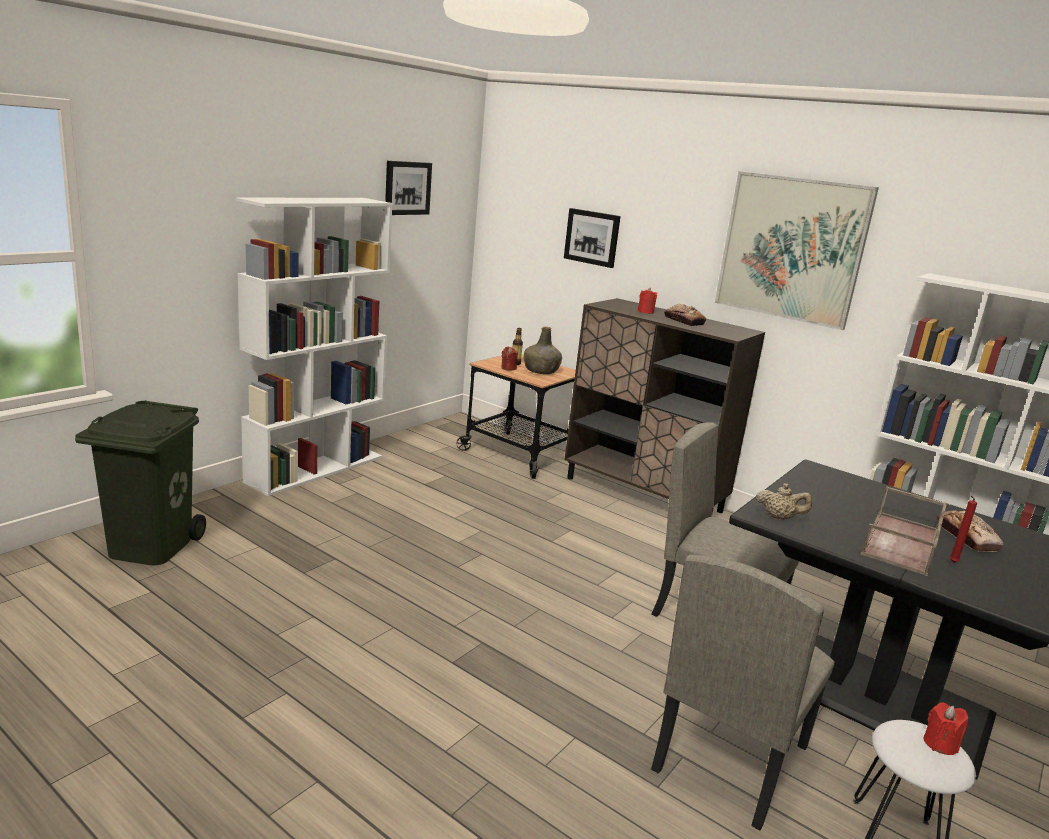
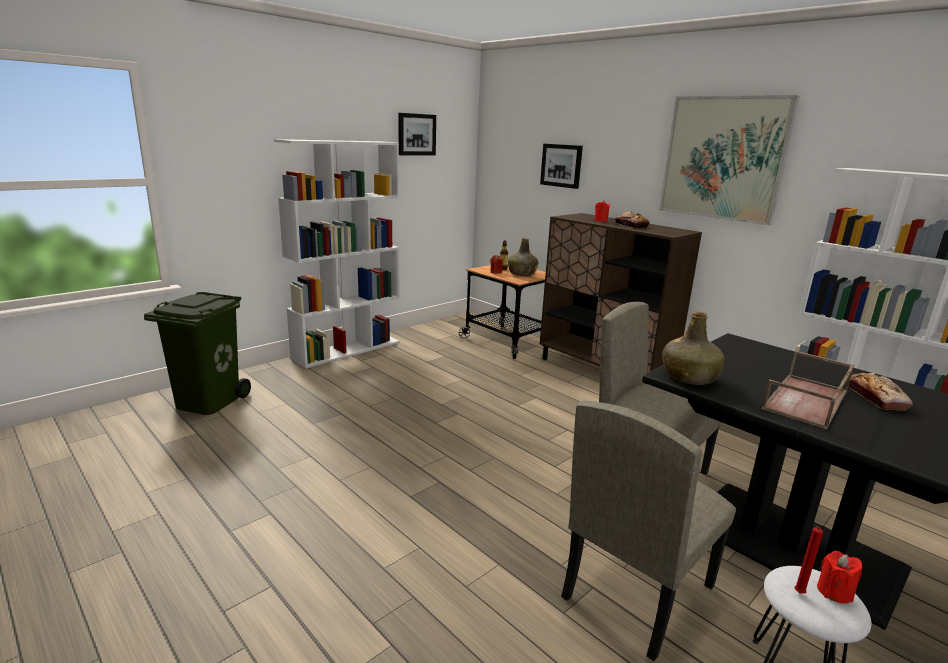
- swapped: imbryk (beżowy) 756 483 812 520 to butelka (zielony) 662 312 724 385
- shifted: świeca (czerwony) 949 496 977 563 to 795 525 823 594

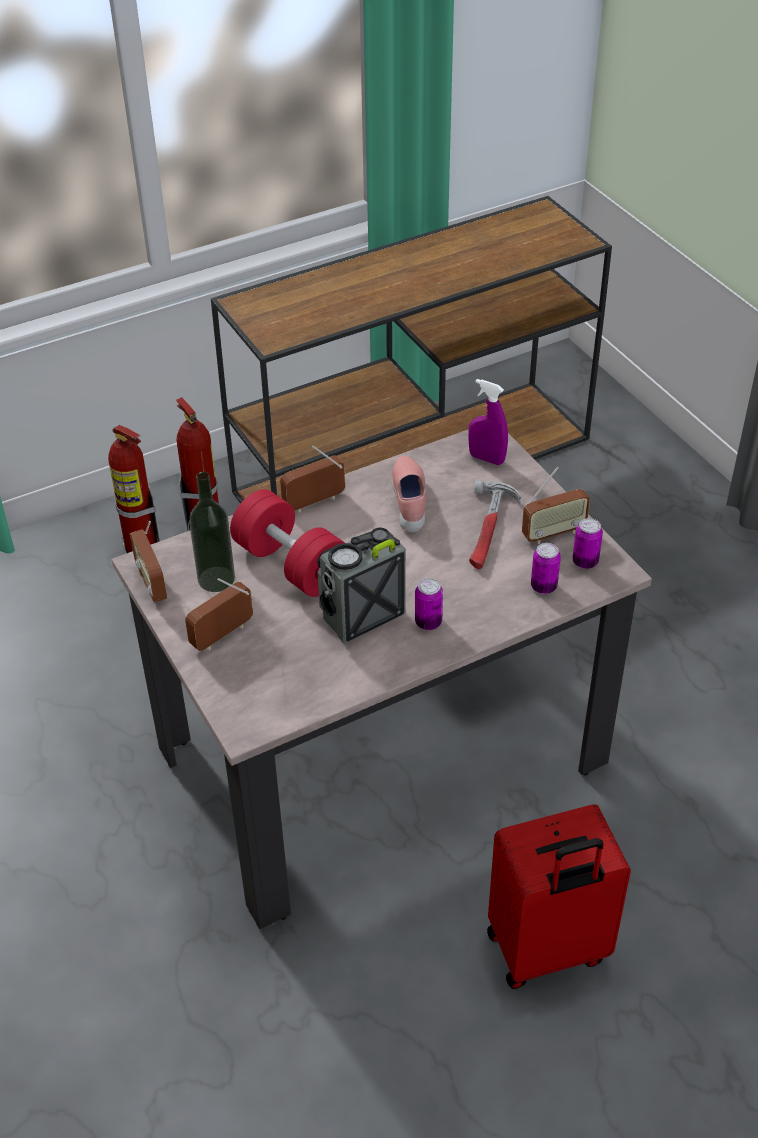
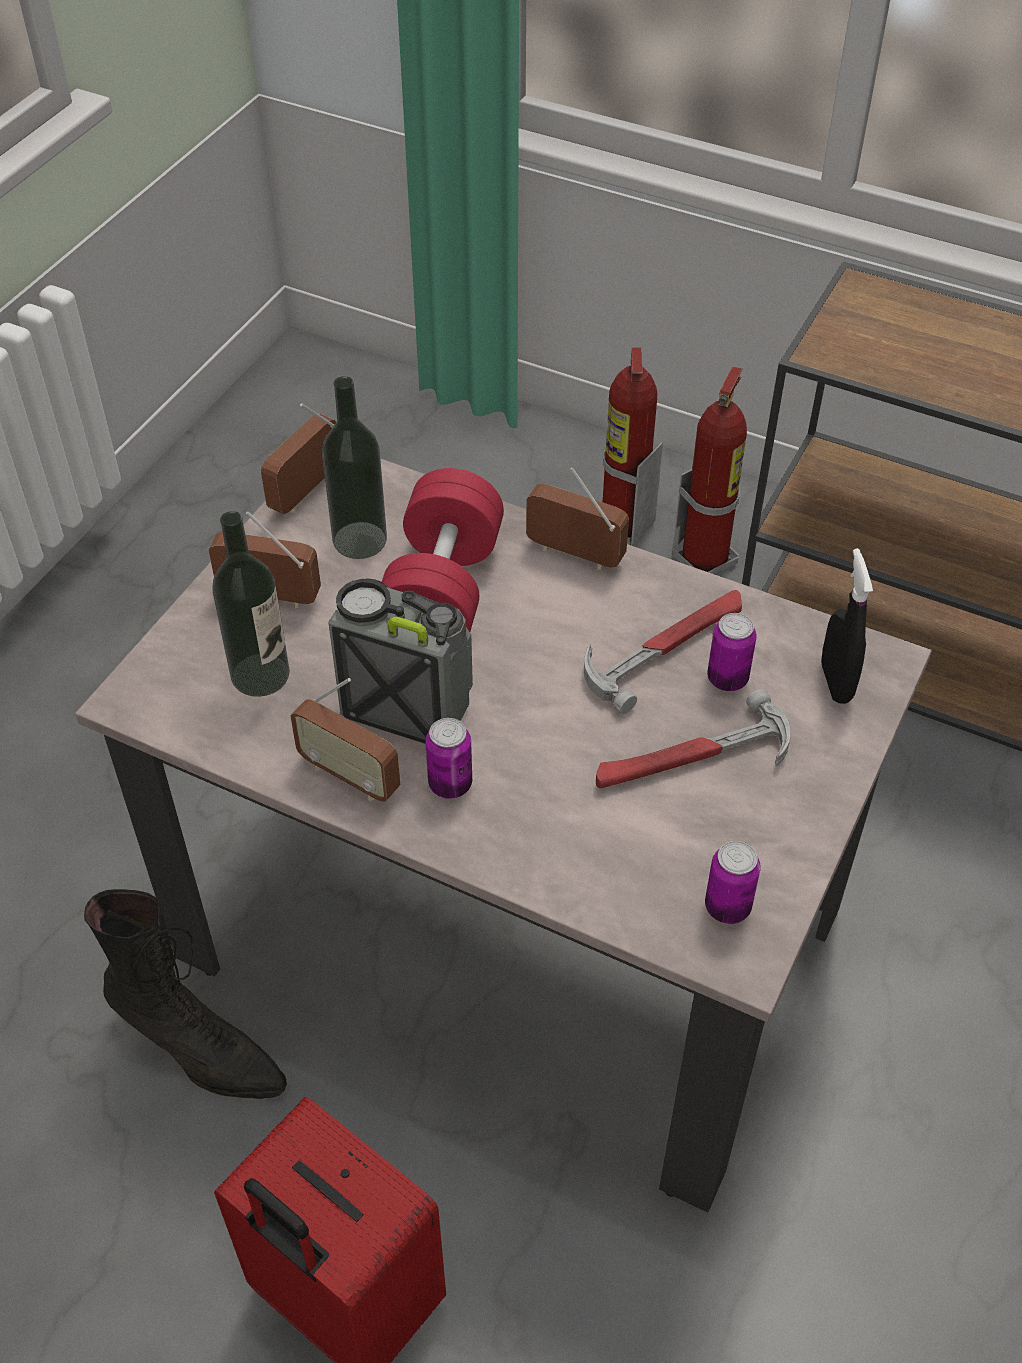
- new: but z cholewką (czarny) 84 889 287 1099
- new: butelka 212 511 290 697
- shifted: radio 522 467 590 544 to 290 678 400 802
- swapped: but (różowy) 392 456 426 532 to młotek 584 590 742 714
- shifted: puszka 531 543 561 594 to 707 613 757 691
- repainted: spryskiwacz (fioletowy) 469 379 508 465 to spryskiwacz (czarny) 821 548 873 704

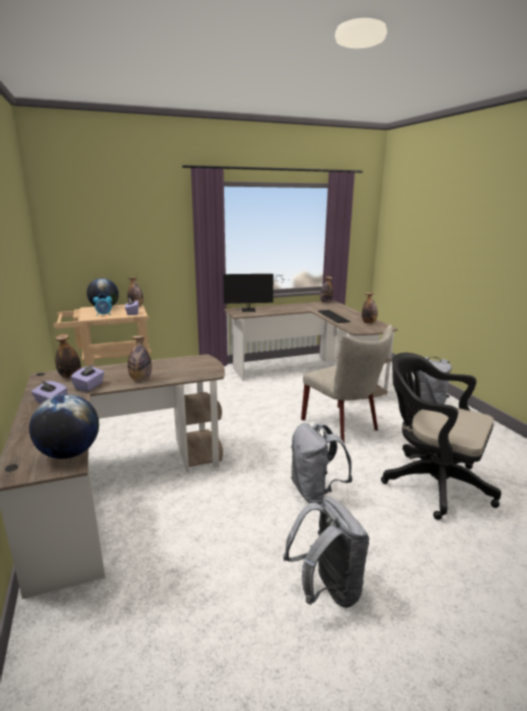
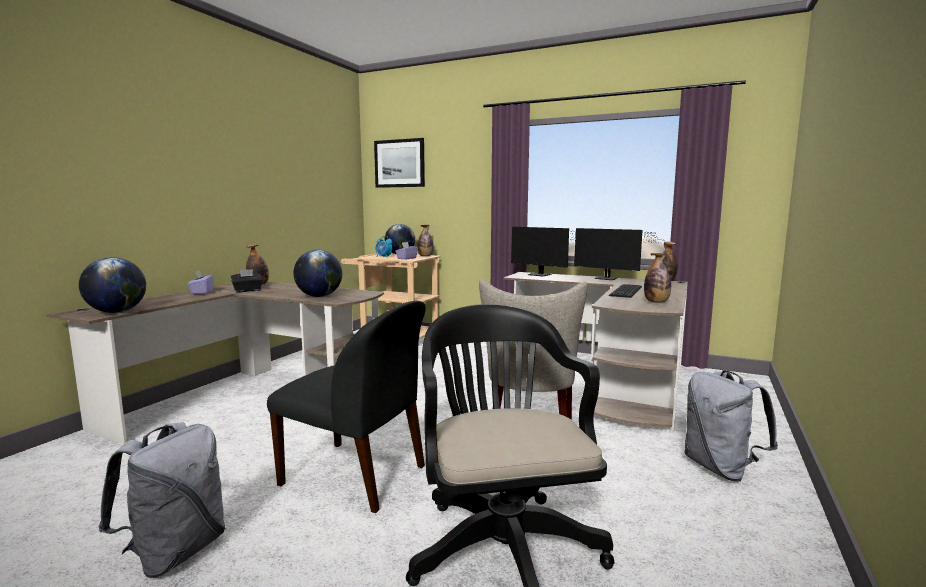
- repainted: pudełko chusteczek (fioletowy) 71 363 105 391 to pudełko chusteczek (czarny) 231 269 263 292
- swapped: plecak (szary) 291 423 352 504 to krzesło (czarny) 267 301 426 513
- new: globus 293 250 342 297
- new: obraz 374 138 425 188
- new: monitor 574 228 660 280
- gone: butelka 128 336 152 381

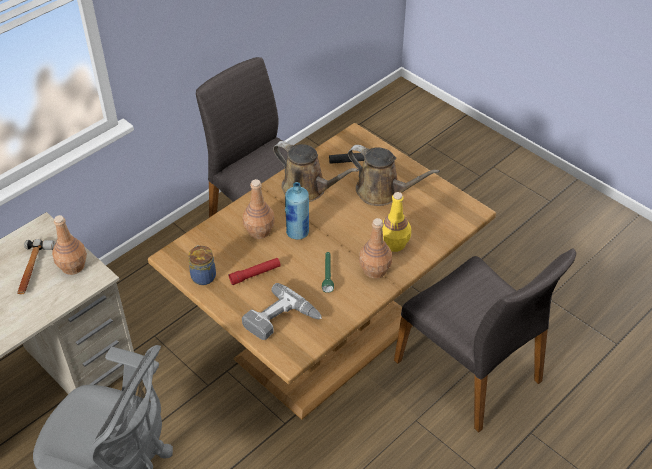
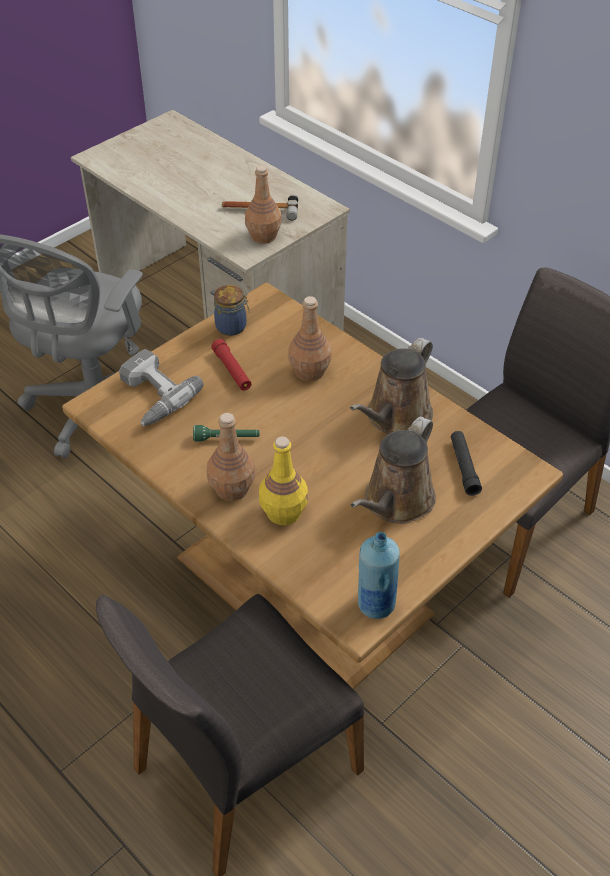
- shifted: butelka (niebieski) 285 182 309 240 to 358 532 400 619

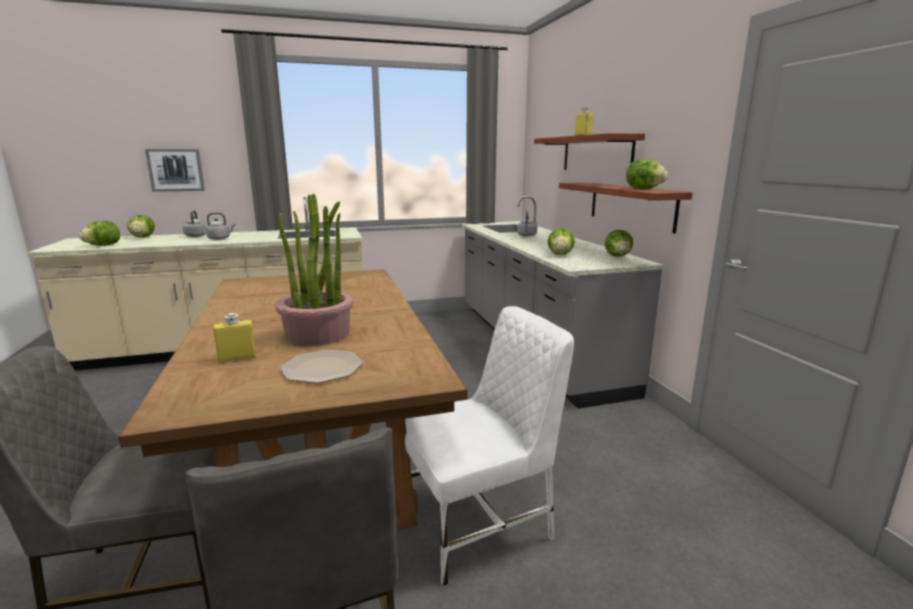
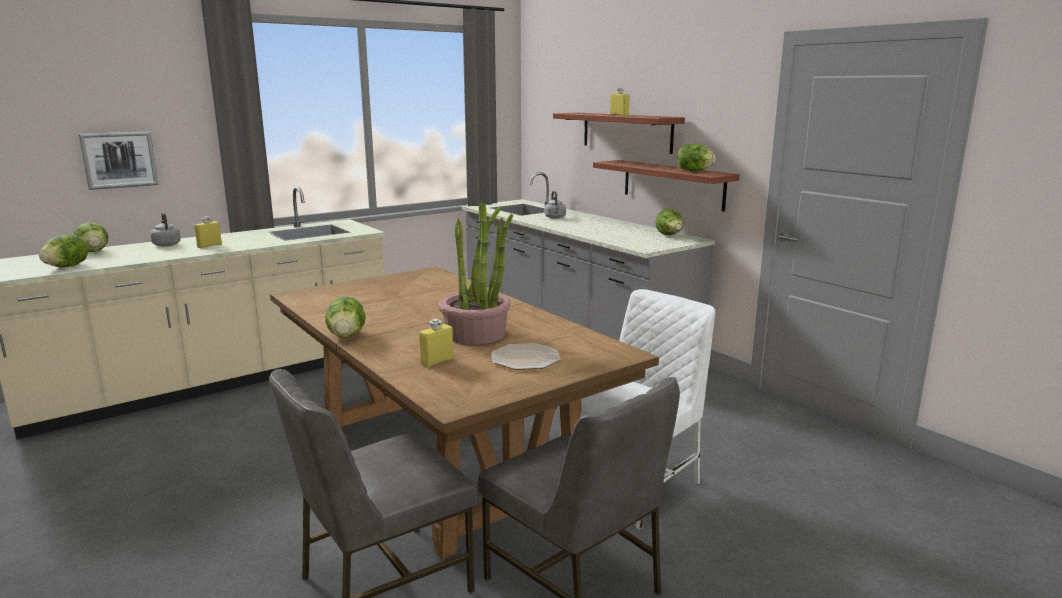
- swapped: czajnik (szary) 206 213 235 240 to butelka (żółty) 194 216 222 248
- shifted: sałata 548 228 575 255 to 325 297 366 338

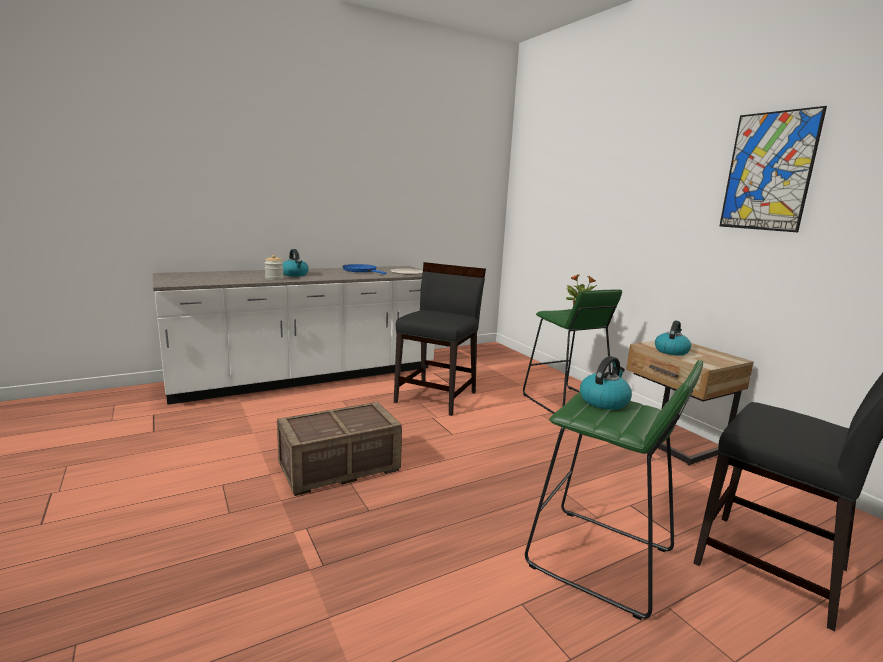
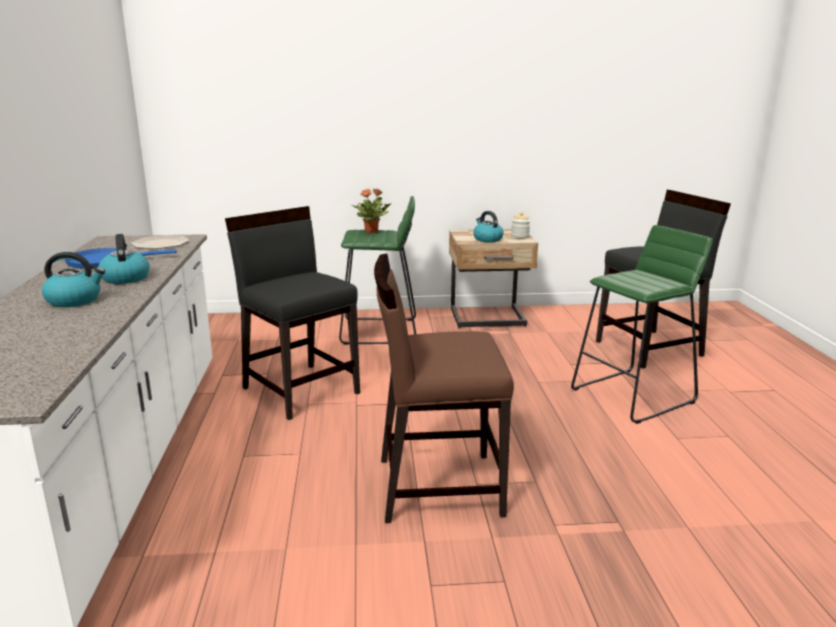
- shifted: czajnik 580 356 632 410 to 98 234 150 284
- swapped: skrzynka 277 402 402 496 to krzesło (brązowy) 374 254 514 523
- shifted: słoik 265 255 284 280 to 511 212 530 238
- gone: obraz 720 106 827 232

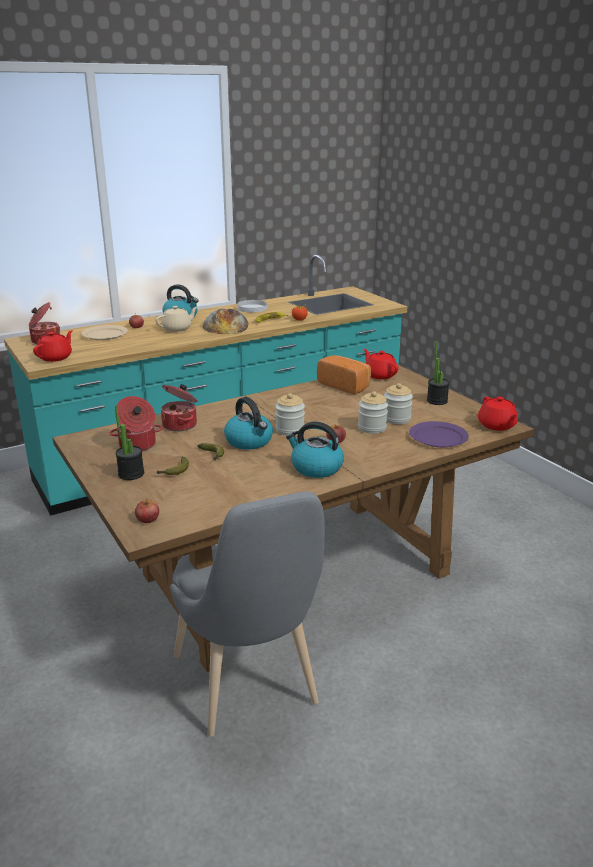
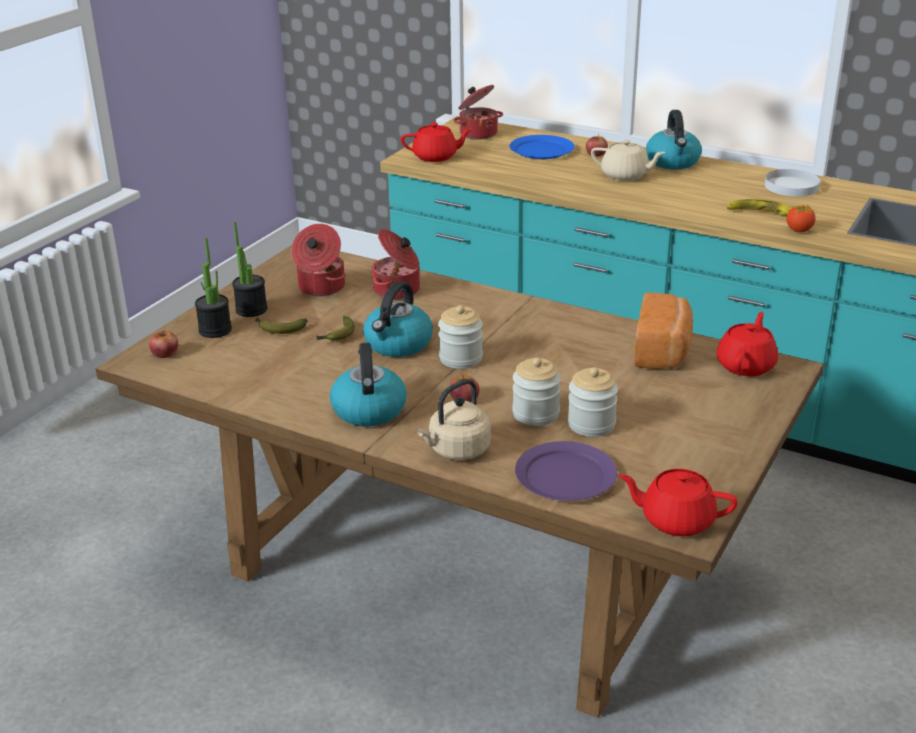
- shifted: roślina doniczkowa 427 341 450 405 to 195 238 232 338
- new: czajnik (beżowy) 417 379 491 460
- repainted: talerz (beżowy) 81 325 128 340 to talerz (niebieski) 509 135 575 159
- rotated: imbryk (czerwony) 478 397 518 431 = 618 469 738 537 60 degrees clockwise
- gone: krzesło (szary) 170 491 325 737
- gone: chleb 203 309 249 334

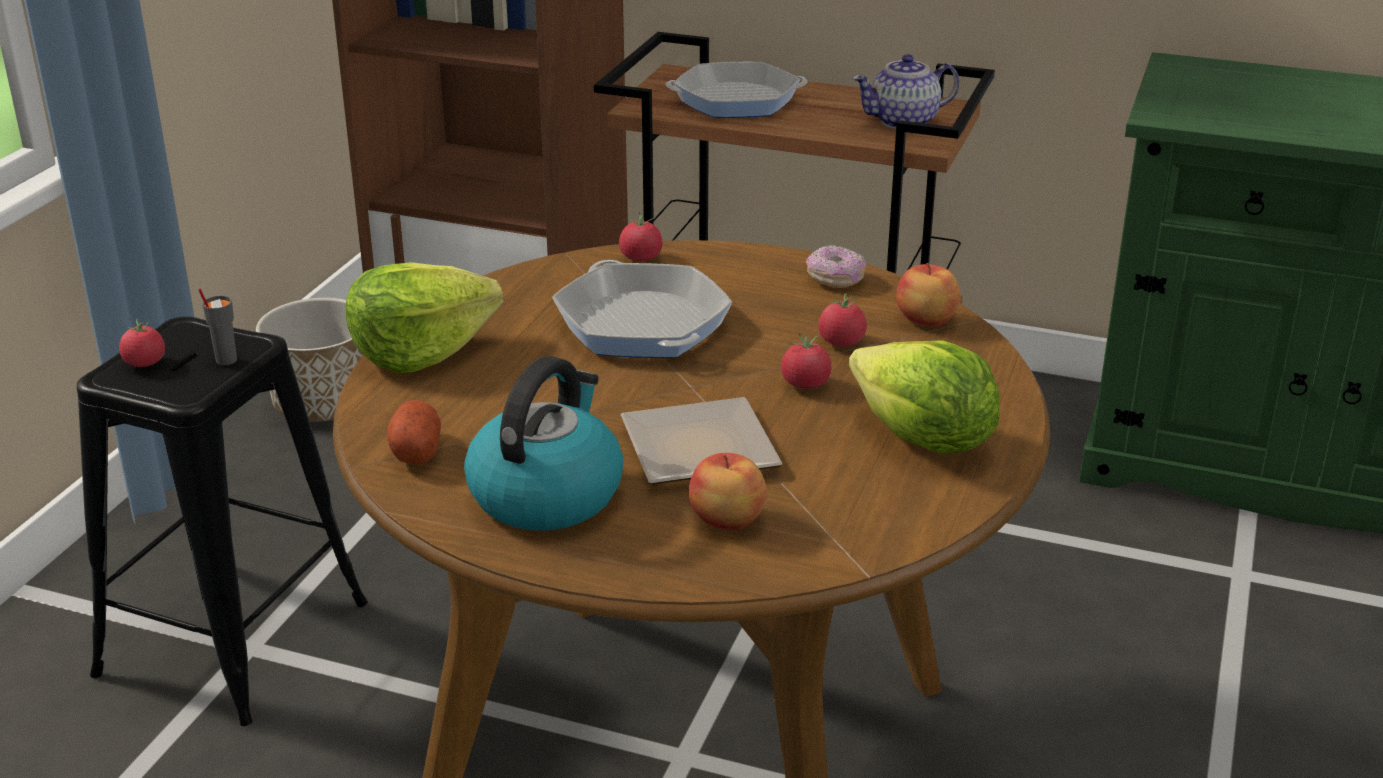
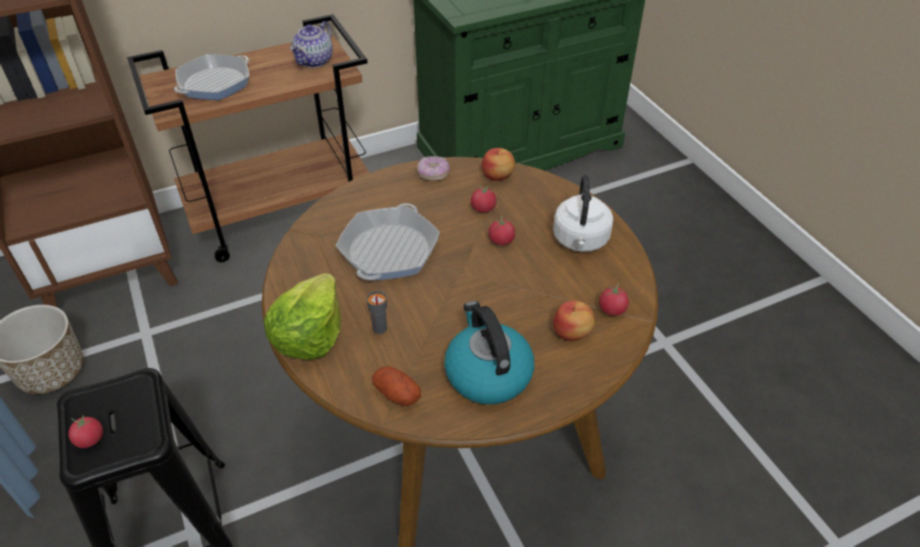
- rotated: patelnia 552 260 732 358 = 336 203 440 280 90 degrees counterclockwise
- shifted: filiżanka (szary) 198 288 237 365 to 366 291 387 334
- swapped: sałata 849 340 1000 454 to czajnik (biały) 553 175 613 252
- shifted: pomidor 619 212 663 261 to 599 284 629 316
- gone: talerz 620 397 783 485

